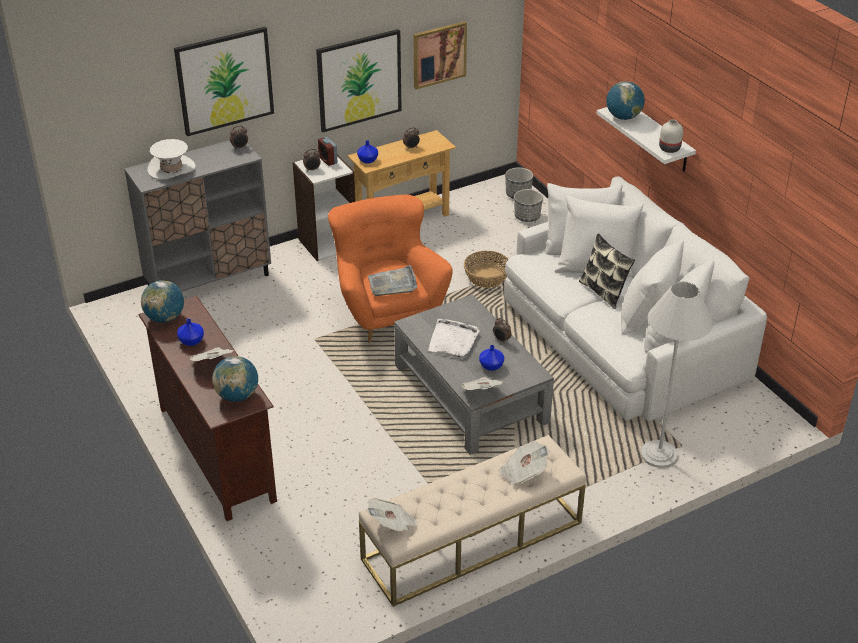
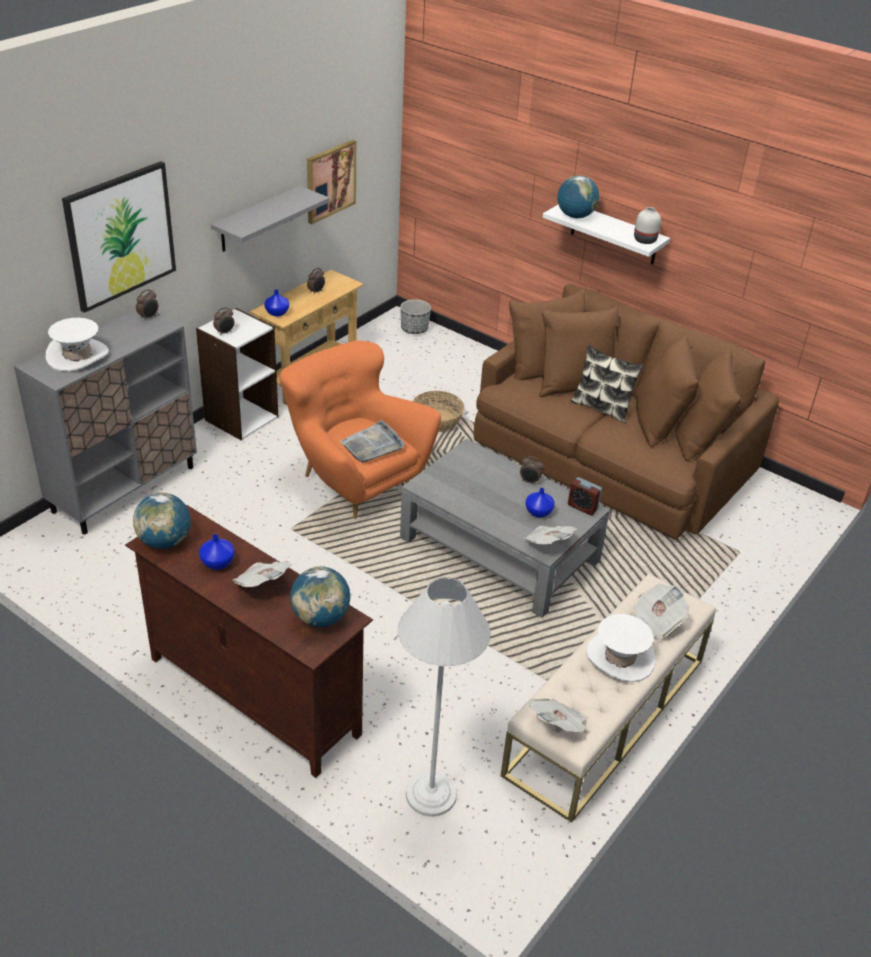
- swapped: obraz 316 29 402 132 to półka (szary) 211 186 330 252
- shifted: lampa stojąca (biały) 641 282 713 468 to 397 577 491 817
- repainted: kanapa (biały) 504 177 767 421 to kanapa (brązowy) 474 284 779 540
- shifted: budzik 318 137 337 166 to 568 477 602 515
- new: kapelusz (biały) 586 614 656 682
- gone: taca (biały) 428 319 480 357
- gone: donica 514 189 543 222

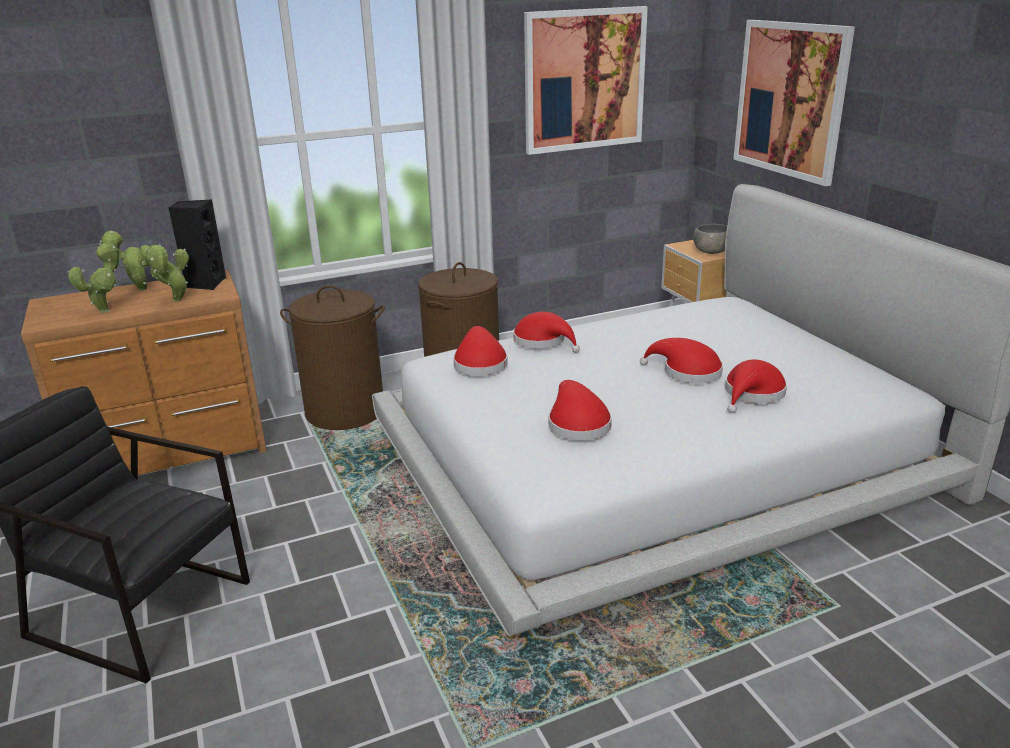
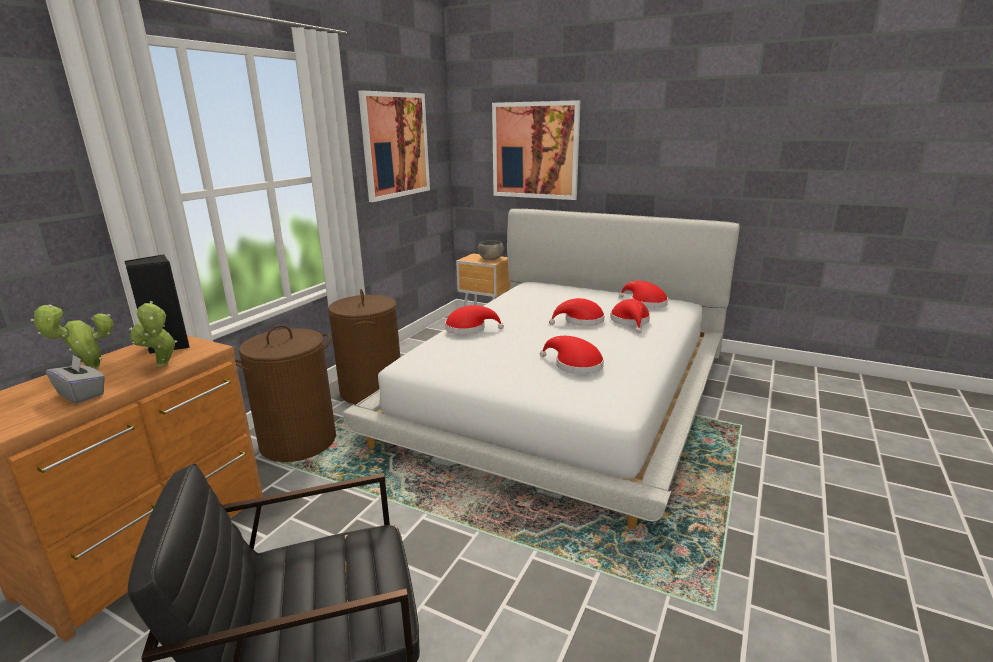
- swapped: roślina doniczkowa 68 243 120 313 to pudełko chusteczek (szary) 46 355 105 404
- shifted: kapelusz (czerwony) 453 326 508 376 to 619 281 668 308

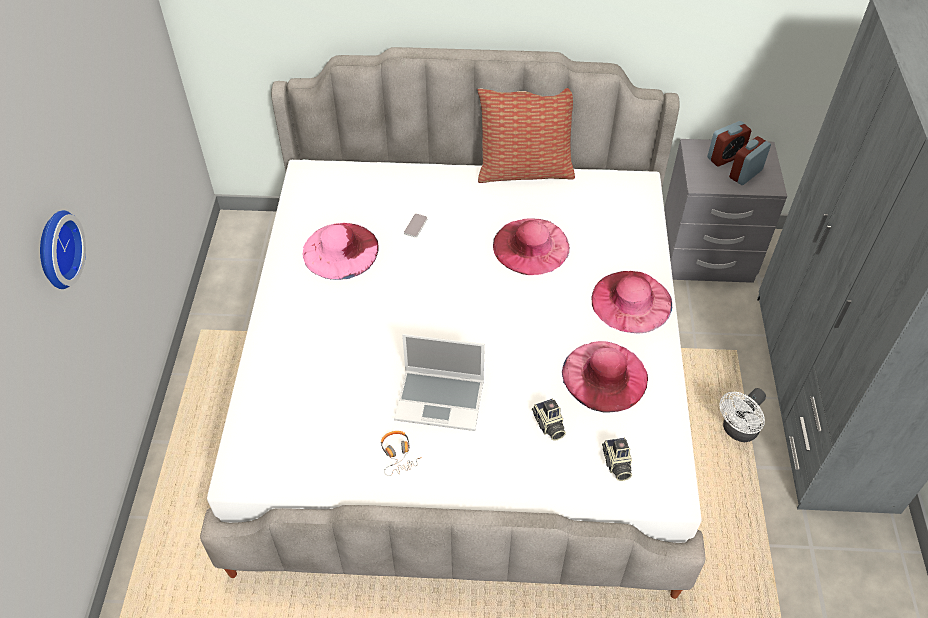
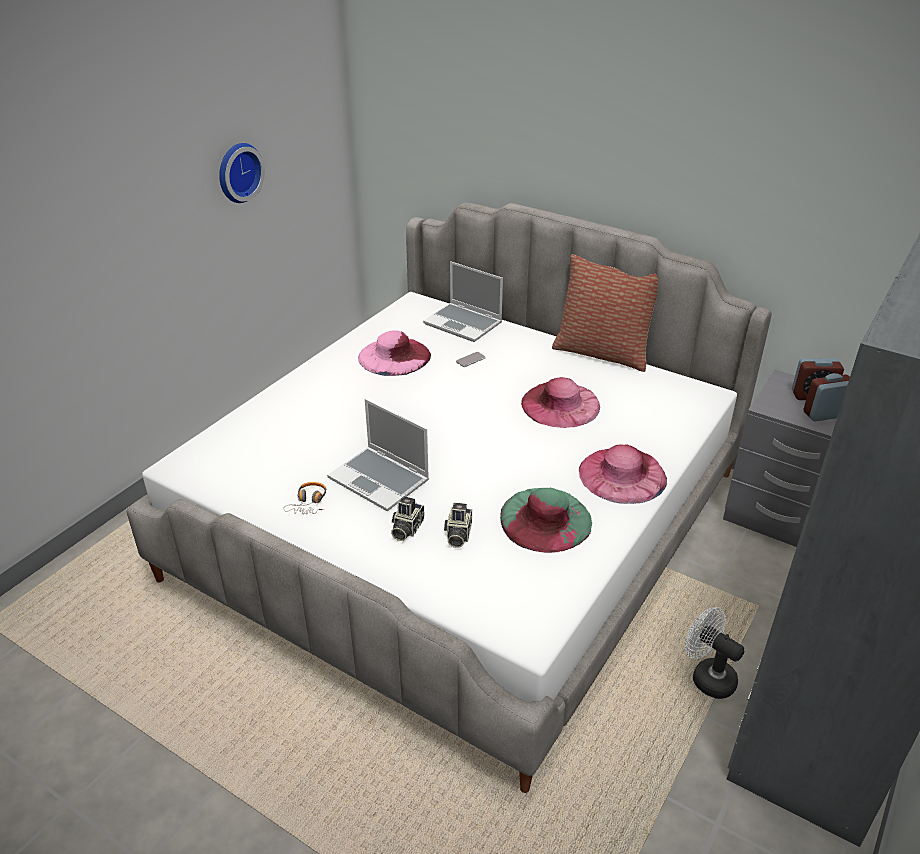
- shifted: zegar ścienny 40 210 86 289 to 219 143 265 203
- shifted: aparat fotograficzny 602 438 632 481 to 391 496 424 541
- new: laptop 423 261 503 342
- repainted: kapelusz (różowy) 562 341 648 413 to kapelusz (zielony) 500 488 592 553
- rotated: wentylator (biały) 720 388 766 442 = 685 607 744 699 60 degrees clockwise

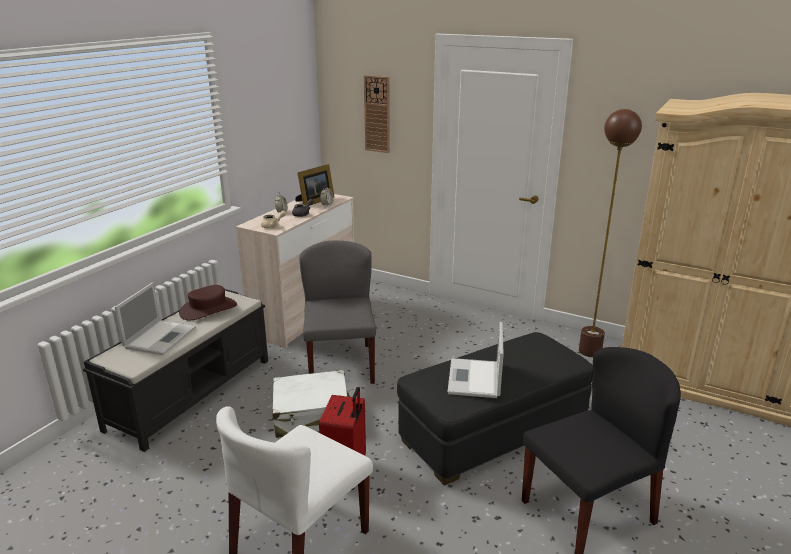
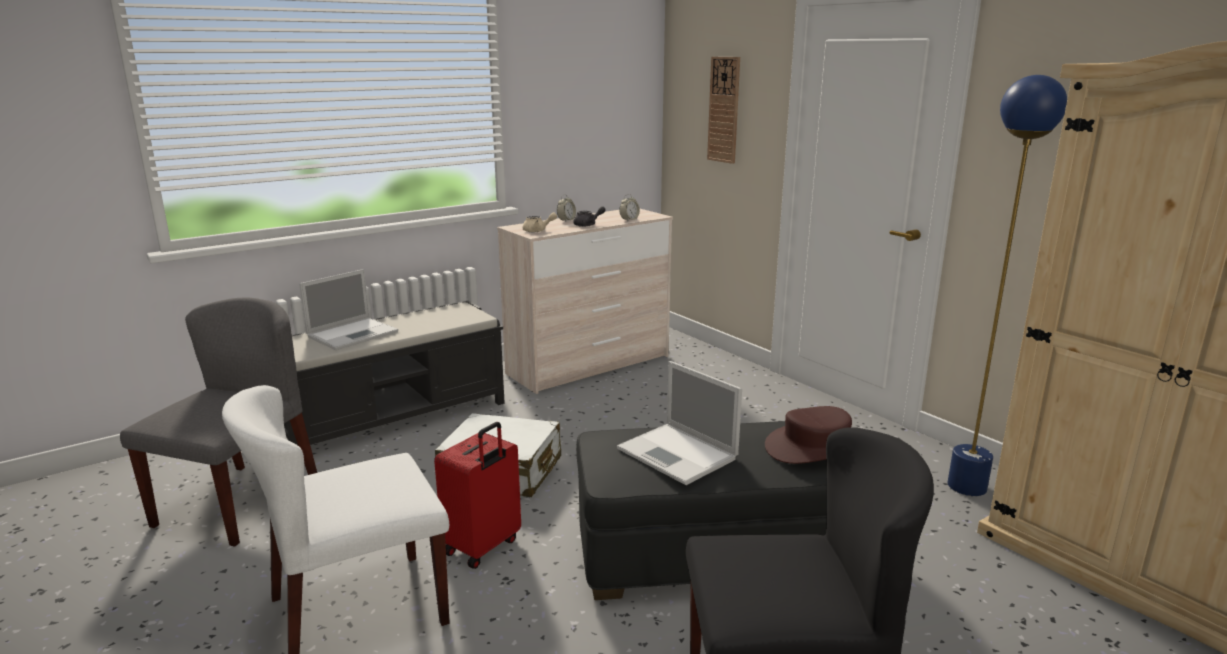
- shifted: krzesło (szary) 299 241 376 384 to 120 297 317 547
- rotated: laptop 448 322 504 398 = 617 361 742 485 75 degrees counterclockwise
- shifted: kapelusz (brązowy) 179 285 237 320 to 765 406 852 464
- repainted: lampa stojąca (brązowy) 579 109 642 357 to lampa stojąca (niebieski) 947 75 1067 496
- gone: ramka na zdjęcie 296 164 335 205

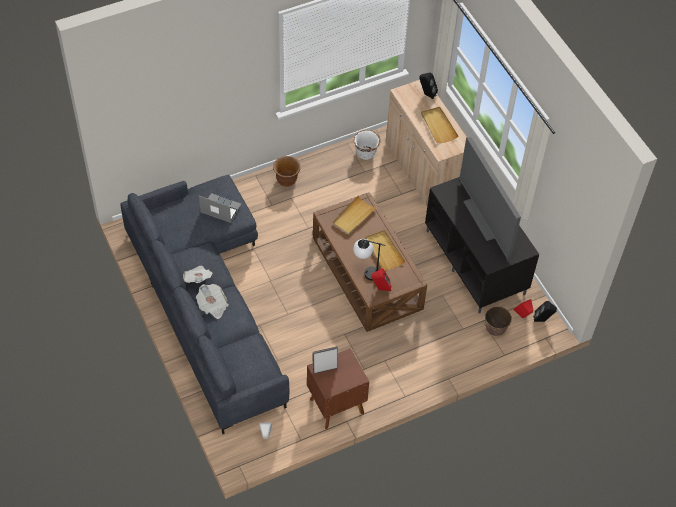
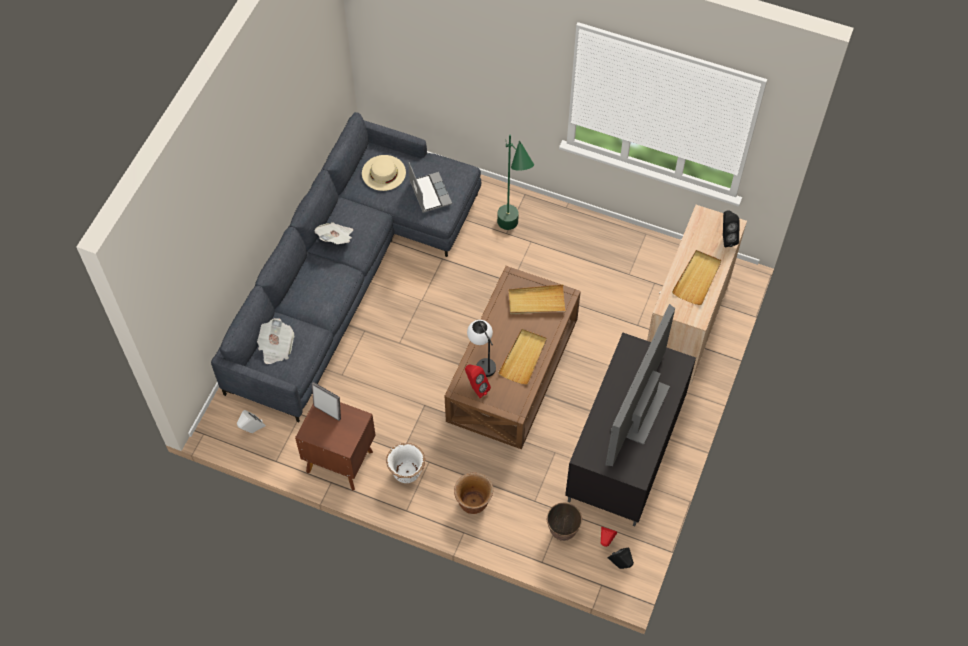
- shifted: gazeta 196 284 229 319 to 257 318 294 364
- new: kapelusz (beżowy) 362 155 406 191
- shifted: donica (biały) 353 130 381 160 to 386 443 425 483
- shifted: donica (brązowy) 273 156 301 187 to 454 472 493 514
- new: lampa stojąca (zielony) 497 135 534 230

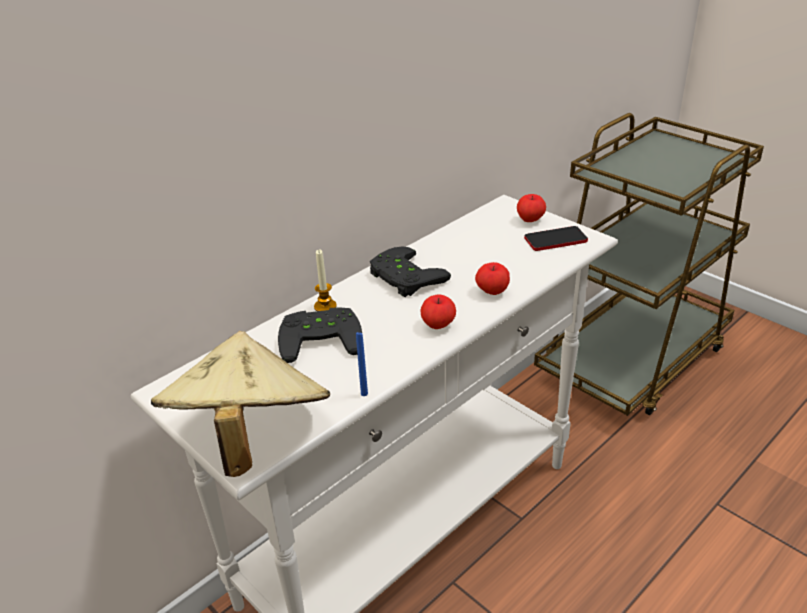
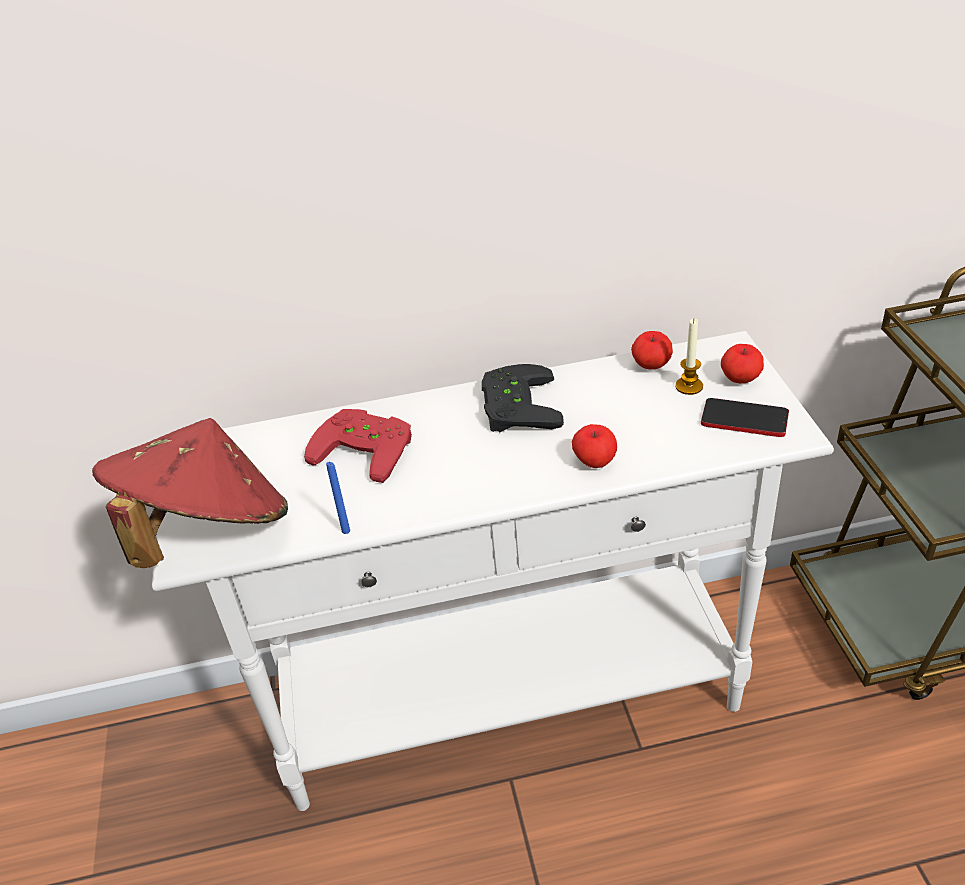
- repainted: kapelusz (beżowy) 151 331 330 477 to kapelusz (czerwony) 92 418 288 568
- repainted: pad do gier (czarny) 278 307 362 363 to pad do gier (czerwony) 304 409 412 483
- shifted: jabłko 420 294 456 329 to 631 331 673 369
- shifted: świeca 314 250 337 311 to 675 319 703 395

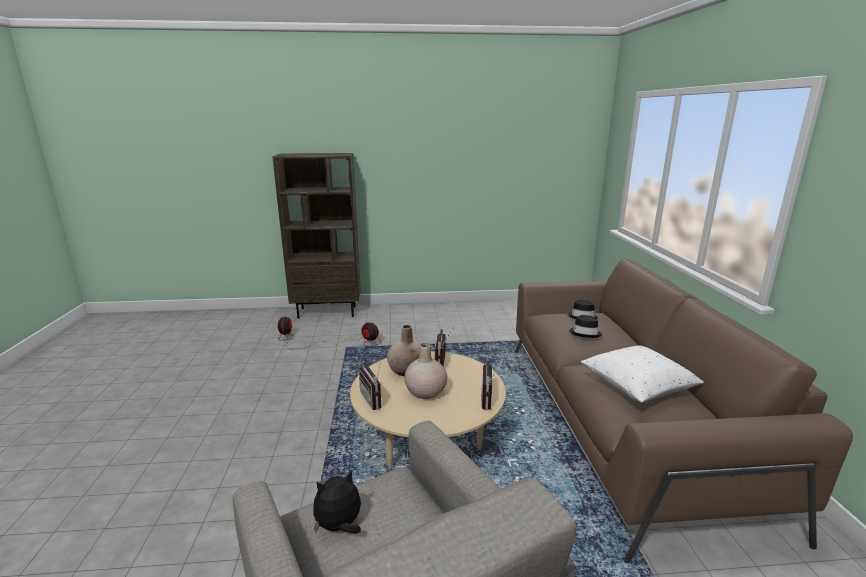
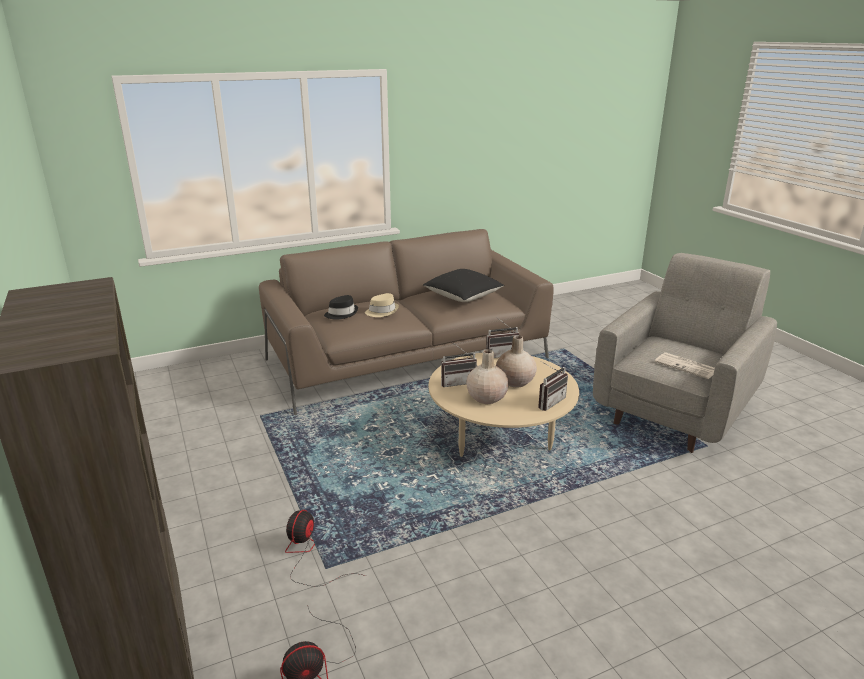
- repainted: kapelusz (czarny) 569 315 602 338 to kapelusz (beżowy) 365 293 399 317
- repainted: poduszka (biały) 581 346 704 403 to poduszka (czarny) 423 269 504 302
- swapped: pluszak 313 470 361 533 to gazeta 655 352 715 379

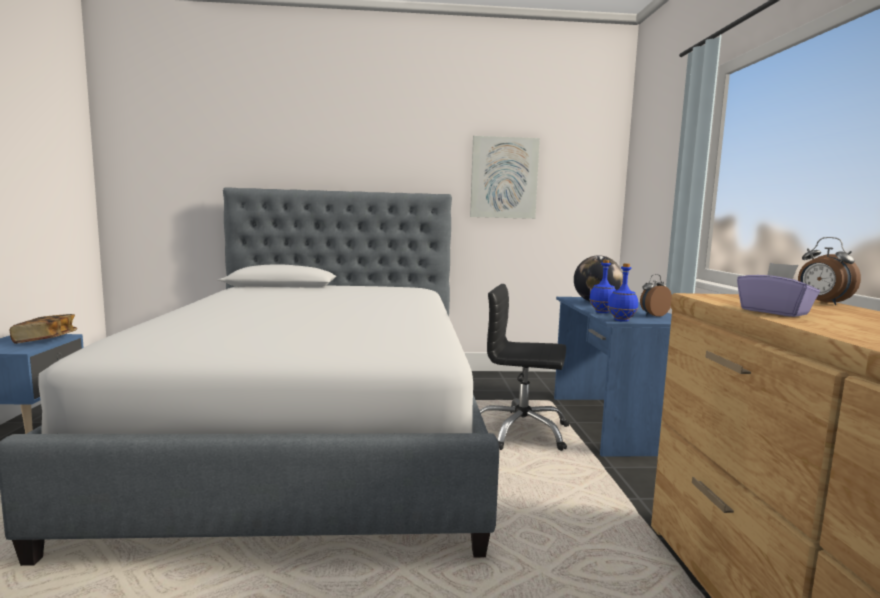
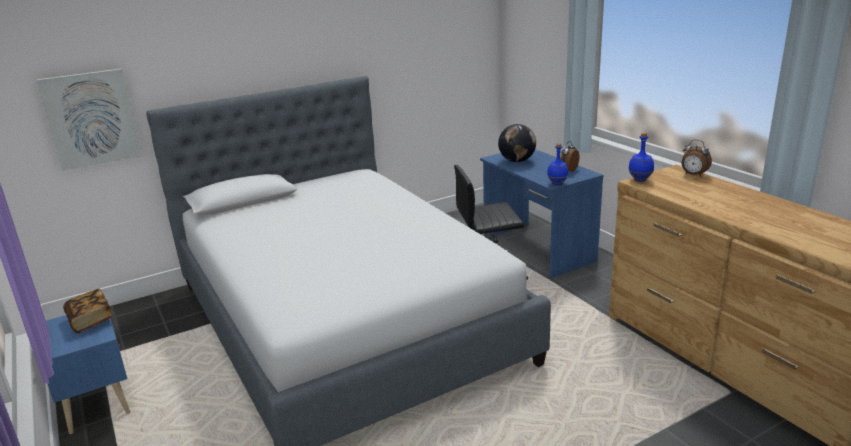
- shifted: obraz 470 136 540 219 to 36 69 142 171
- shifted: butelka (niebieski) 589 260 616 313 to 628 133 654 182
- gone: pudełko chusteczek (fioletowy) 737 263 820 317

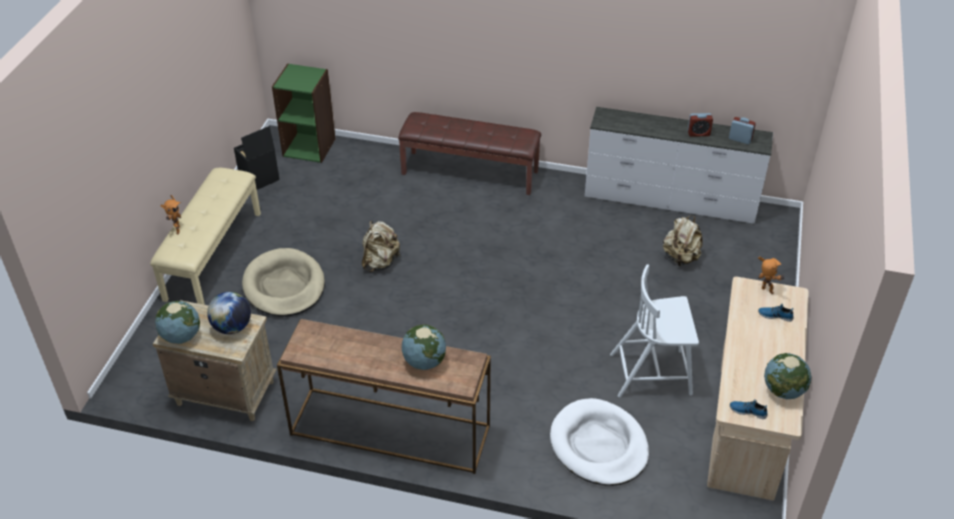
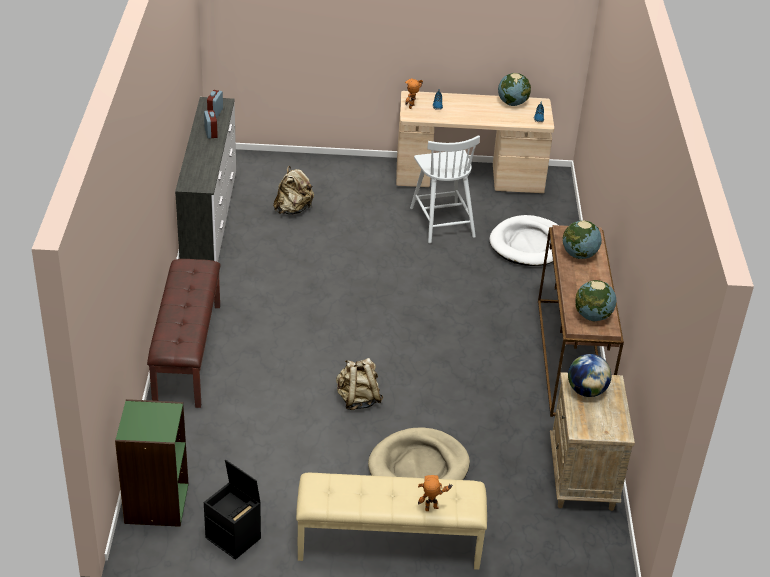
- shifted: globus 155 301 200 344 to 575 280 616 321

